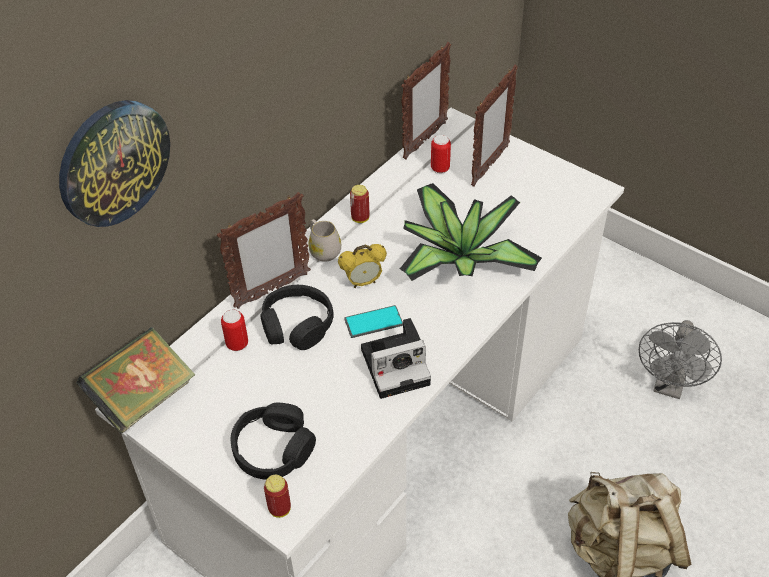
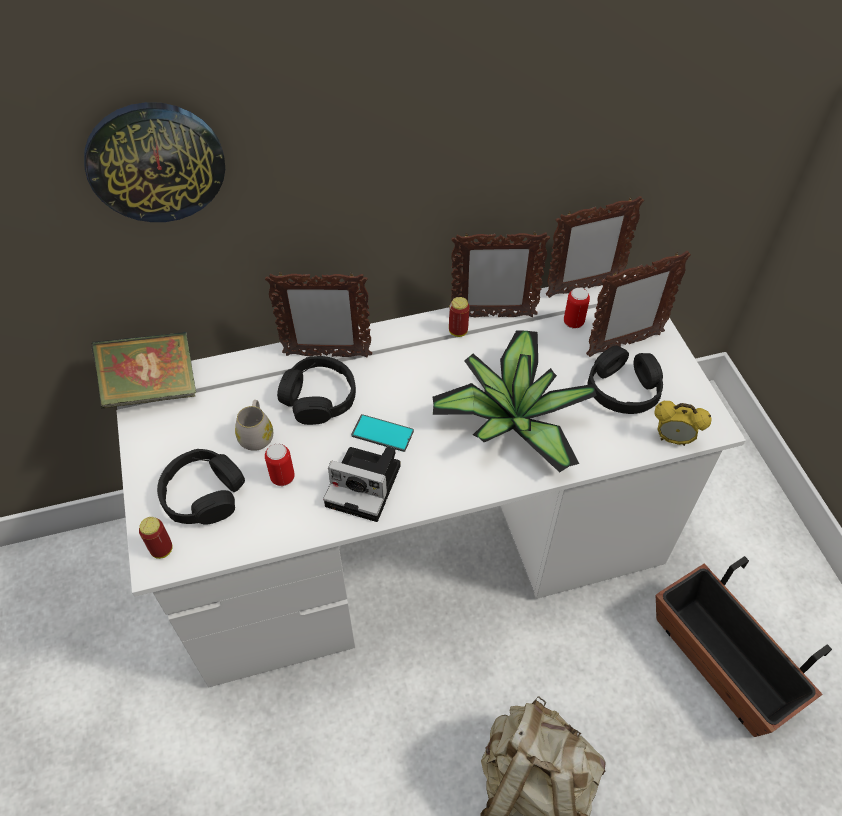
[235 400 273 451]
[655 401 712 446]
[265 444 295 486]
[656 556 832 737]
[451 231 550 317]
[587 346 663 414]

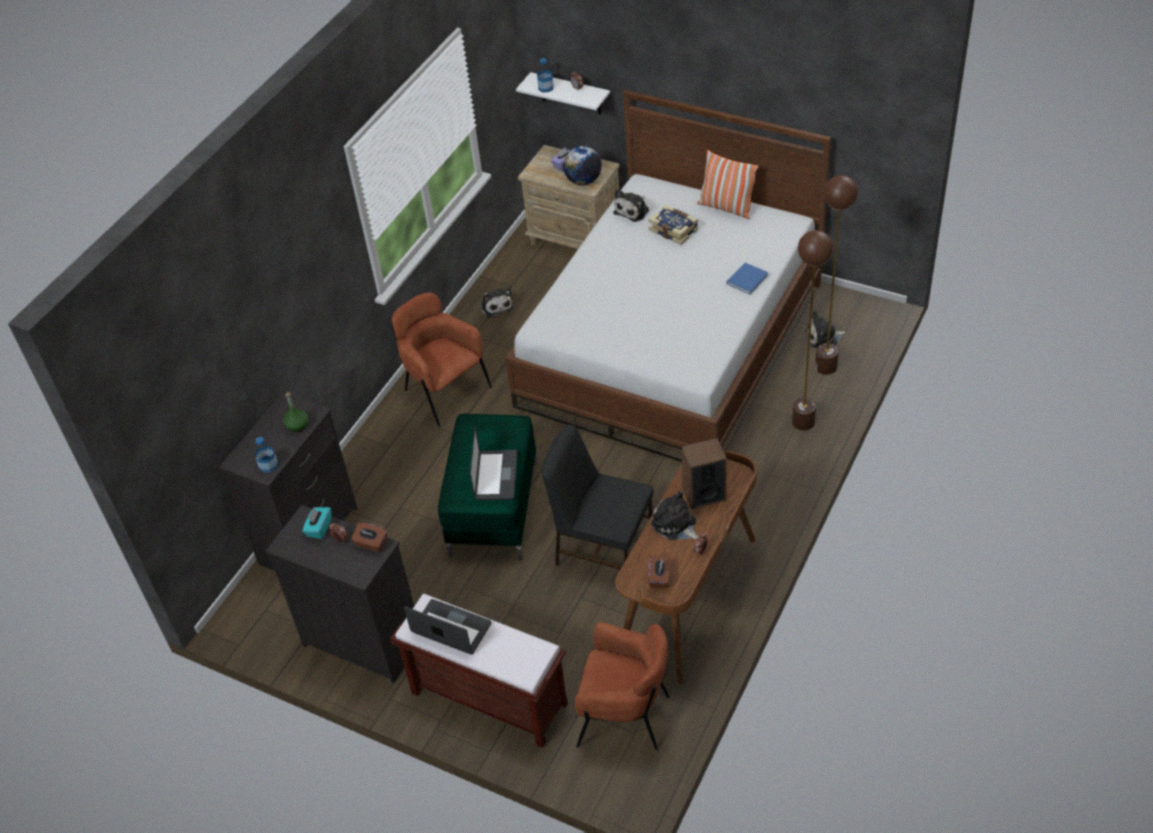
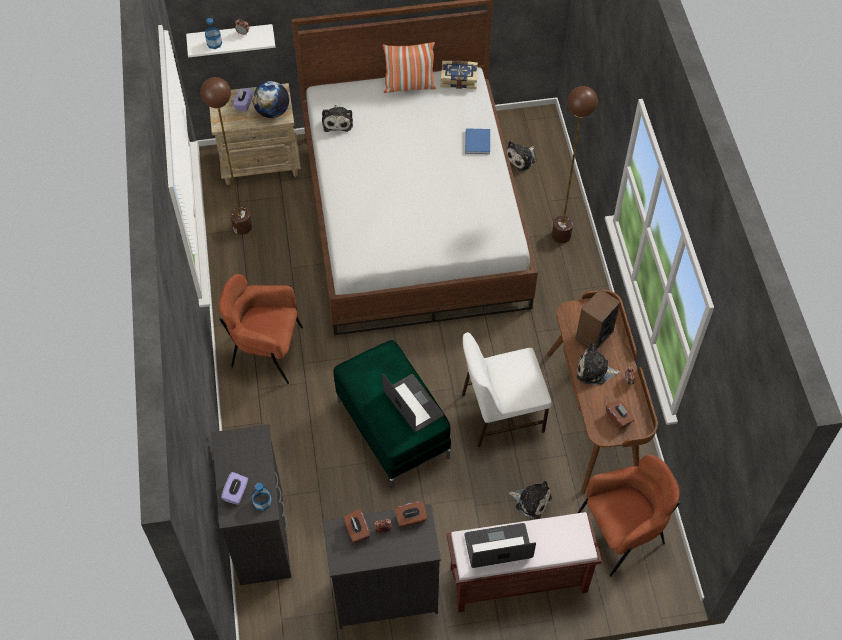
[200 77 252 235]
[441 61 478 89]
[508 481 552 519]
[284 392 308 432] (first image)
[462 332 552 447]
[344 509 370 543]
[221 472 248 505]

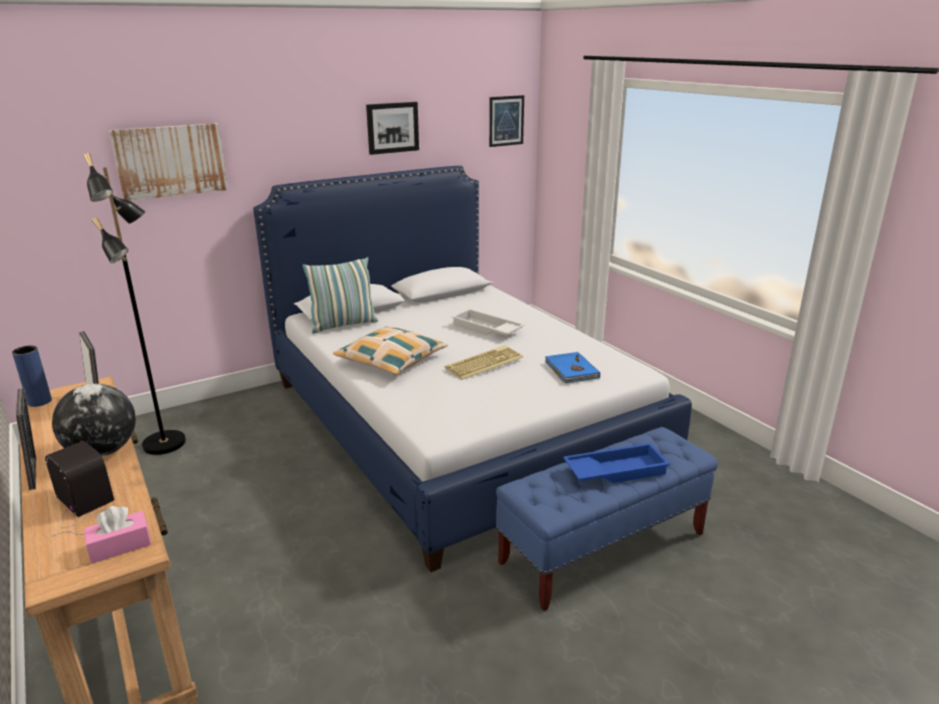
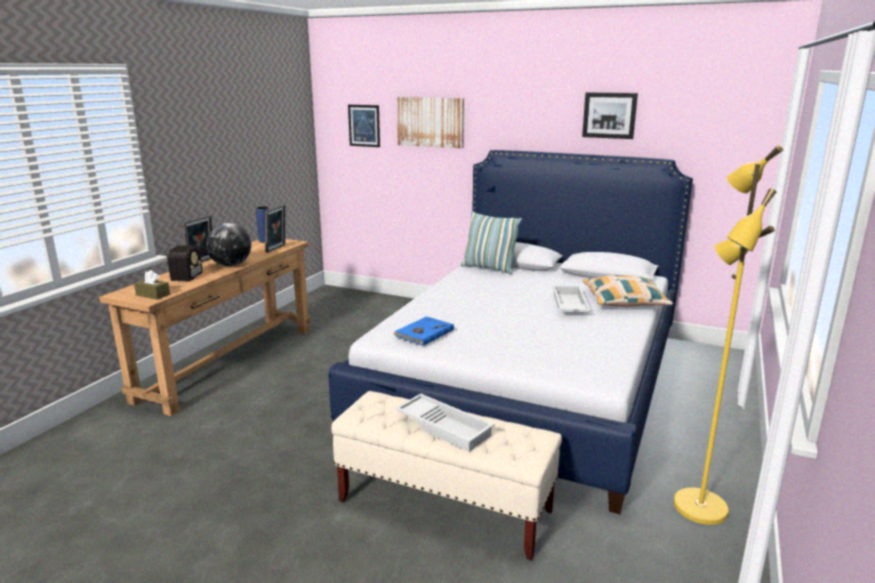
[348 105 380 147]
[84 153 186 455] (first image)
[583 275 673 307]
[445 345 523 380] (first image)
[393 316 454 346]
[331 391 562 560]
[395 394 494 452]
[134 270 170 300]
[674 145 783 525]

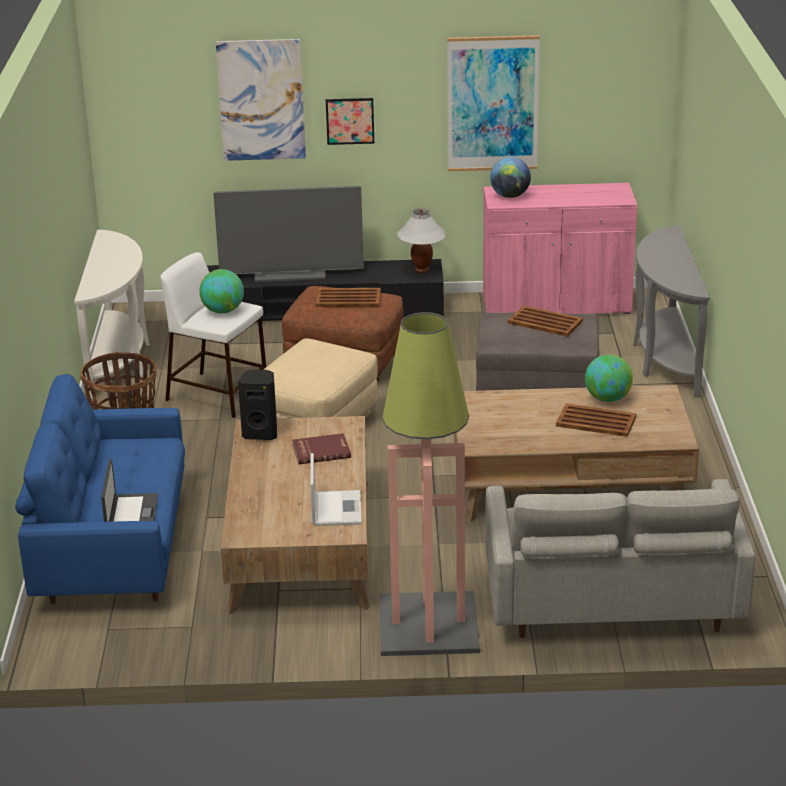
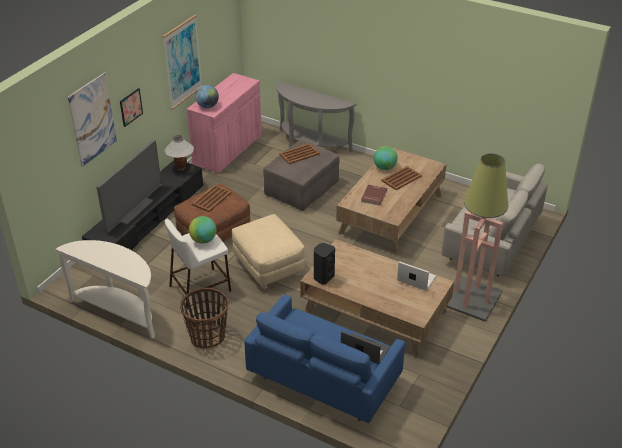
[361 185 387 206]

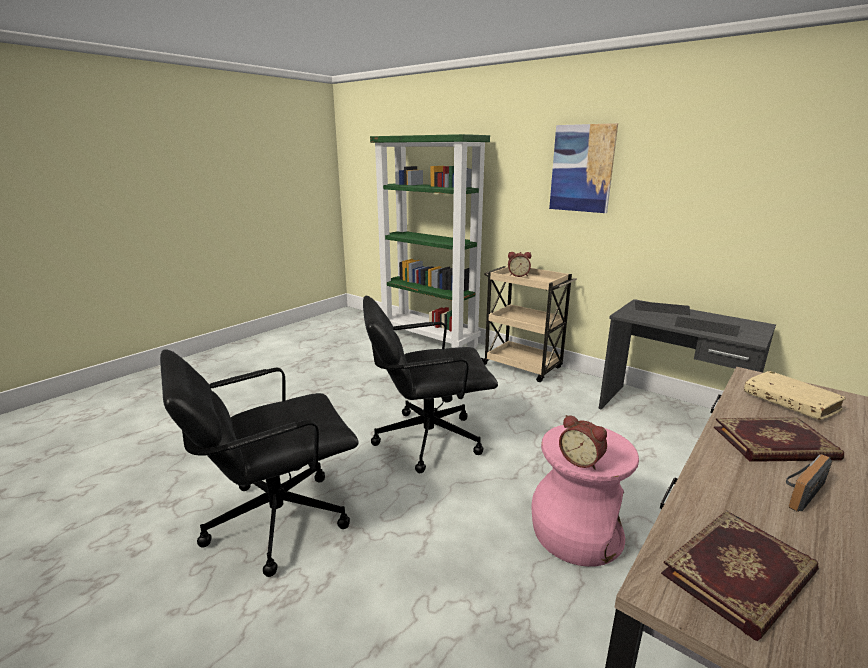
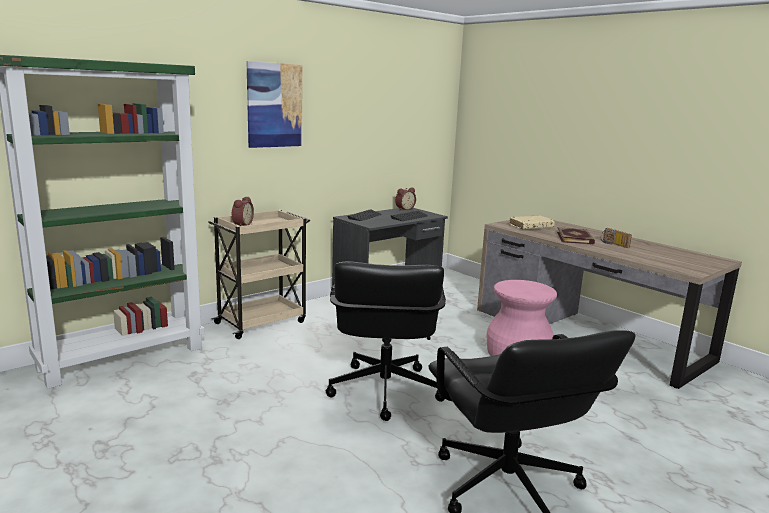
[395 188 416 210]
[661 510 819 641] (first image)

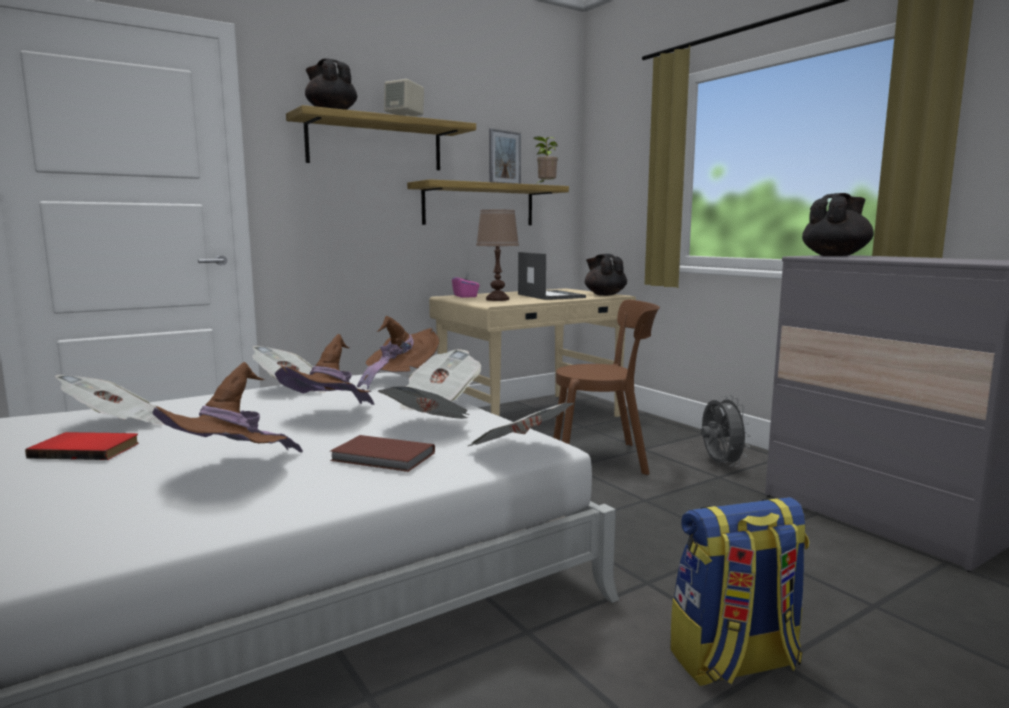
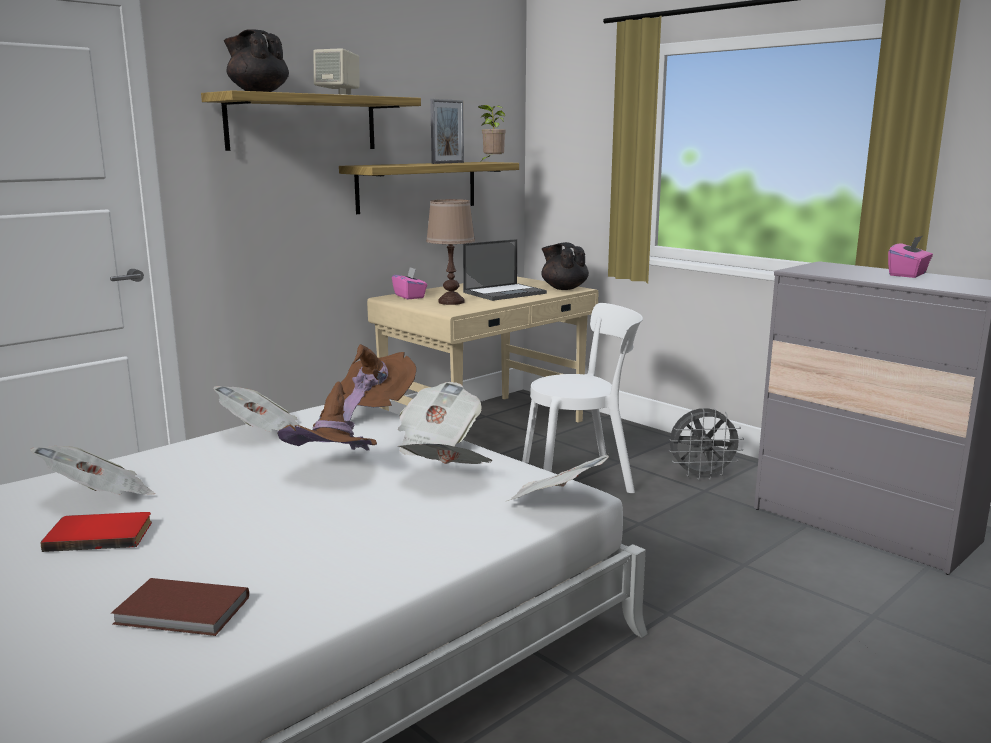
[802 193 874 256] (first image)
[463 239 547 301]
[522 303 643 494]
[152 362 303 453] (first image)
[669 408 744 480]
[111 578 249 636]
[670 497 809 686] (first image)
[888 236 933 278]

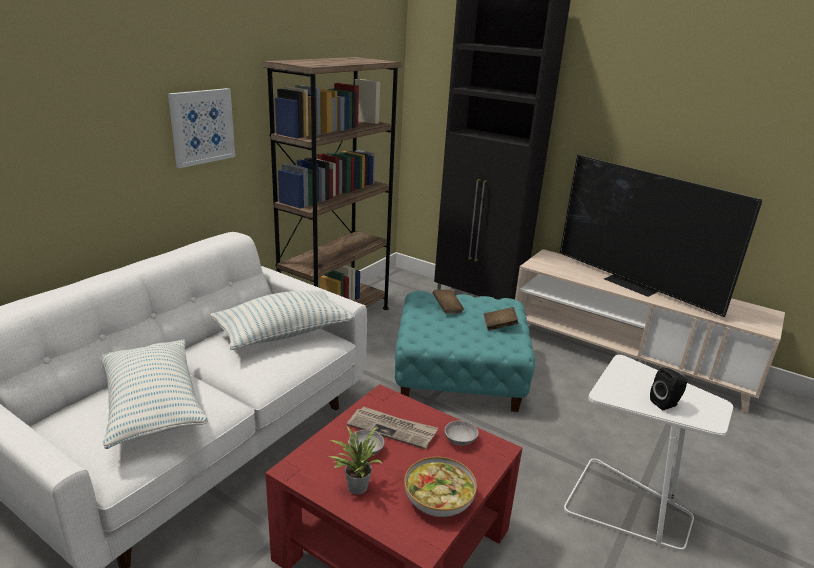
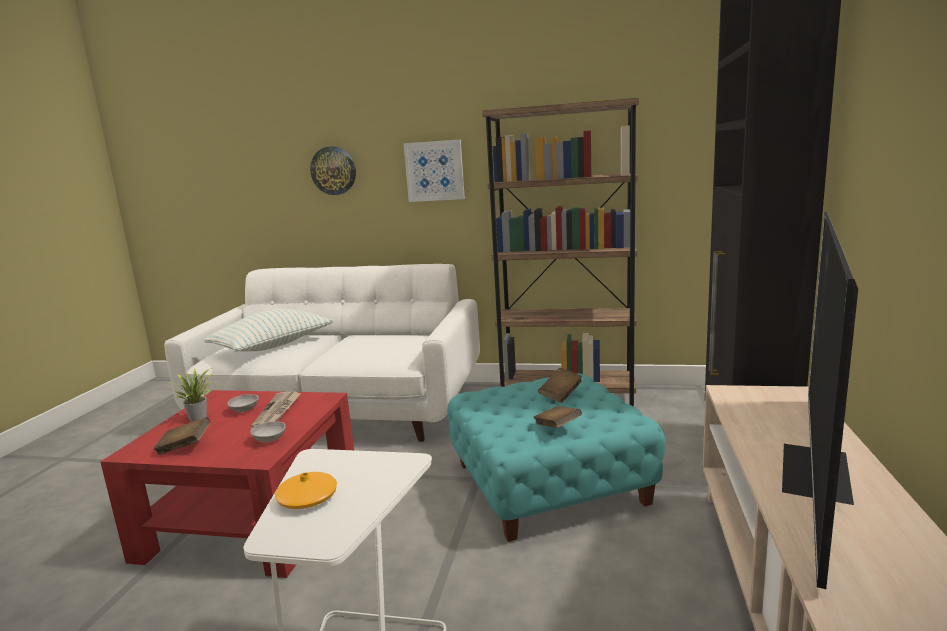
[210 290 355 350] (first image)
[275 472 337 509]
[153 417 210 455]
[310 146 356 195]

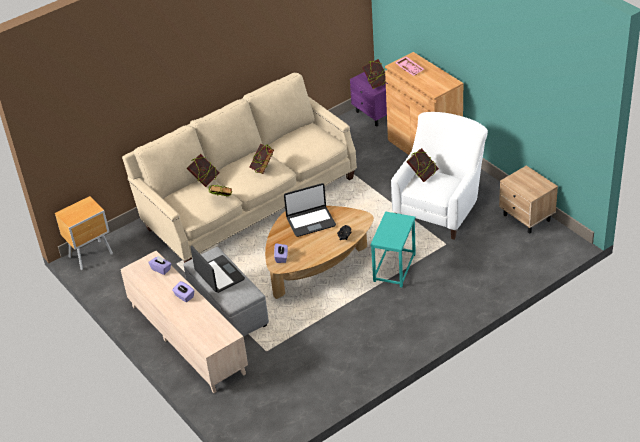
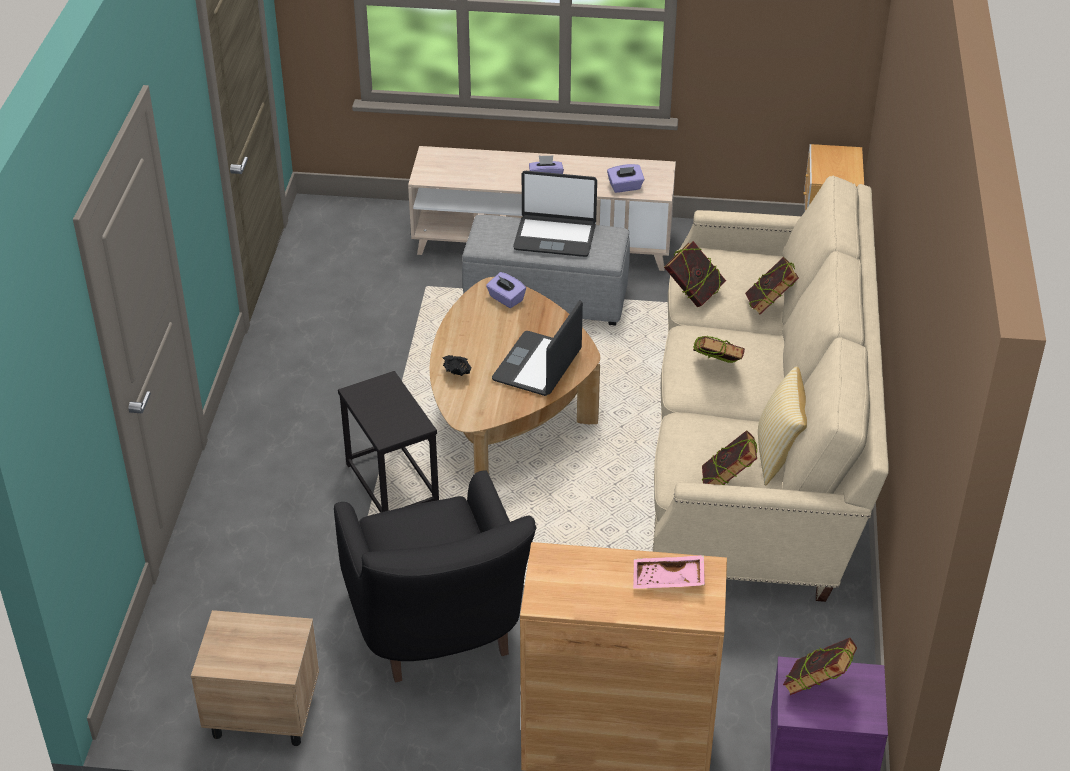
[334 470 537 683]
[702 430 758 485]
[338 371 439 513]
[758 367 807 485]

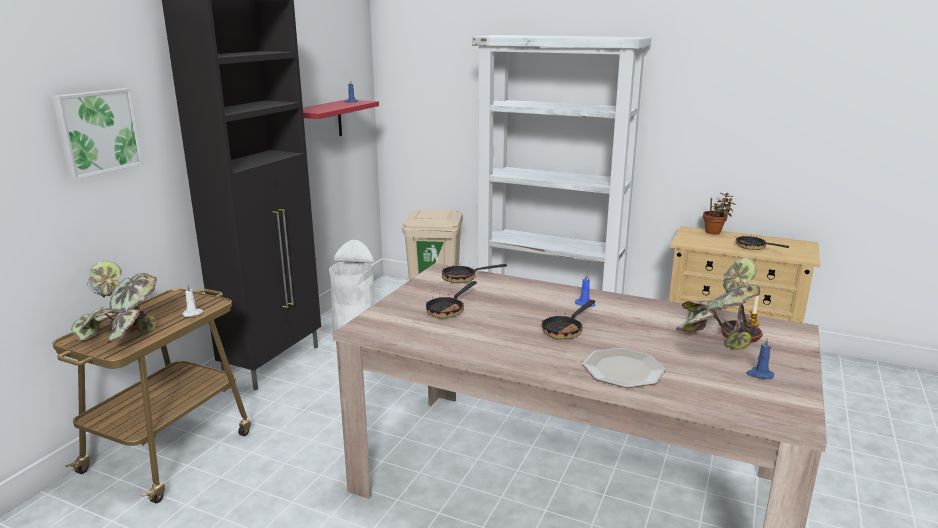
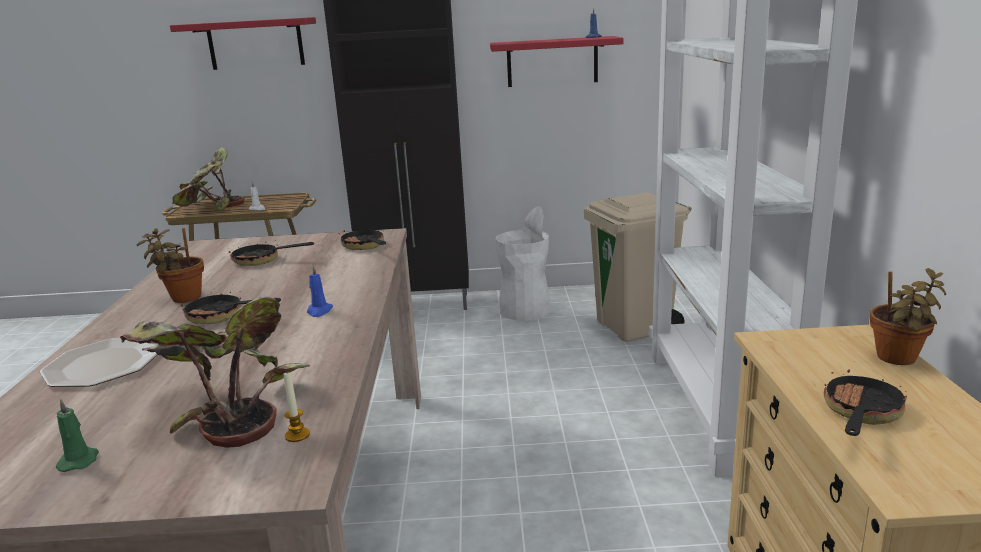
[170 17 316 70]
[56 398 99 472]
[137 228 204 303]

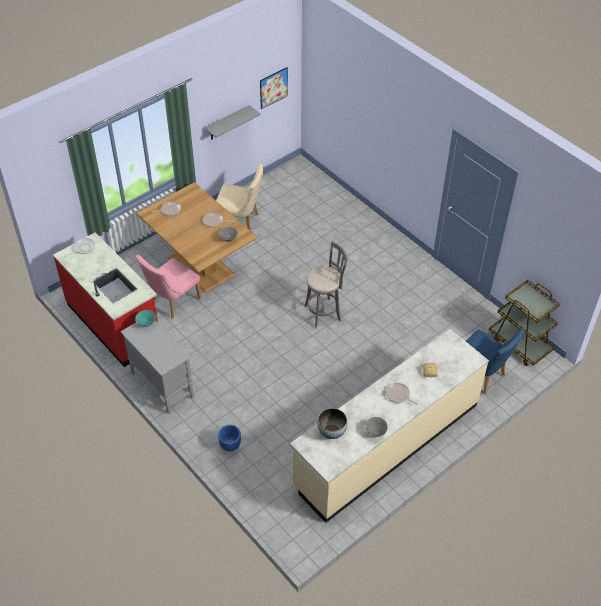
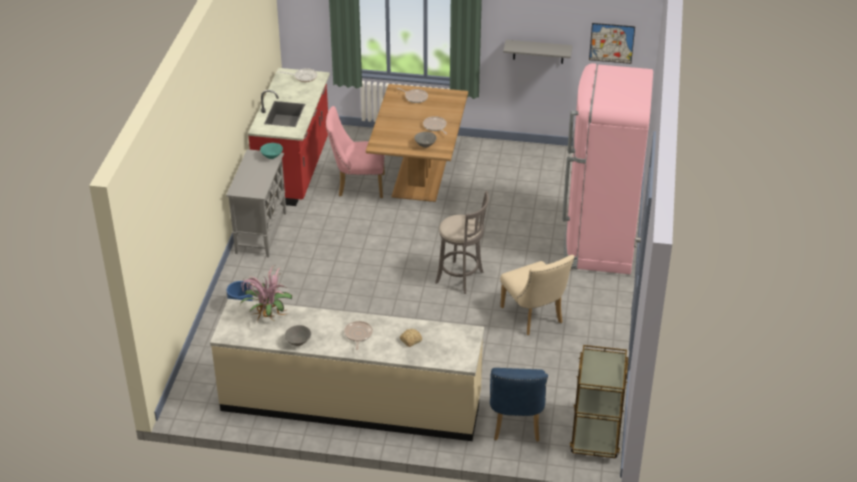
[500 255 574 335]
[240 266 292 321]
[562 63 653 274]

